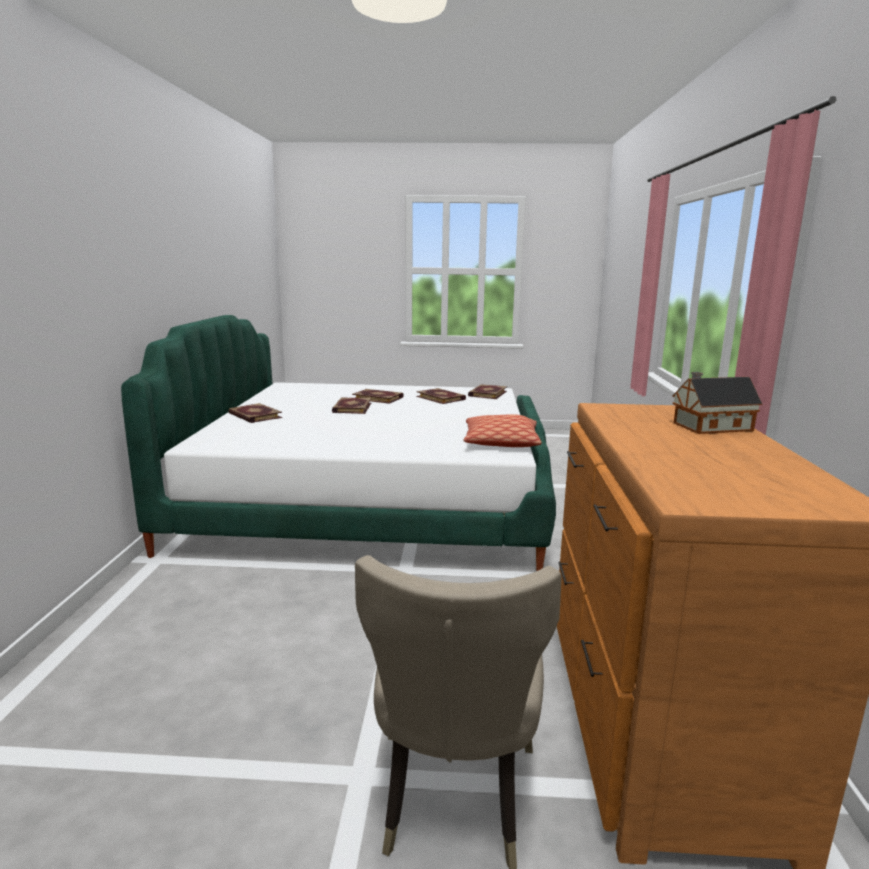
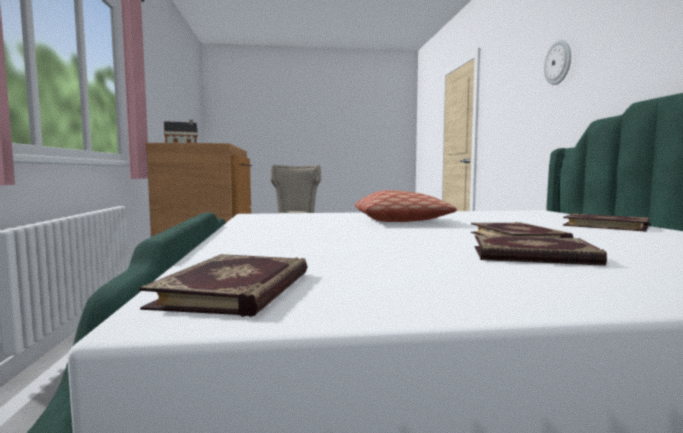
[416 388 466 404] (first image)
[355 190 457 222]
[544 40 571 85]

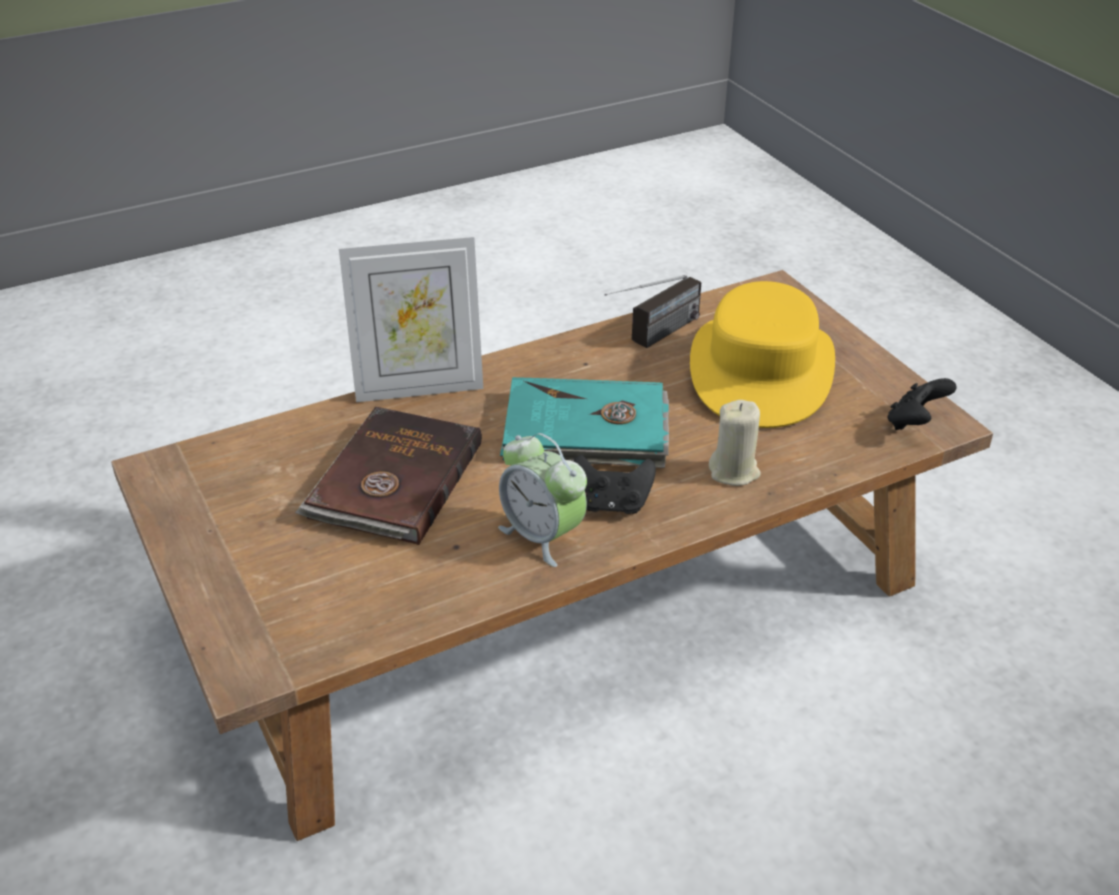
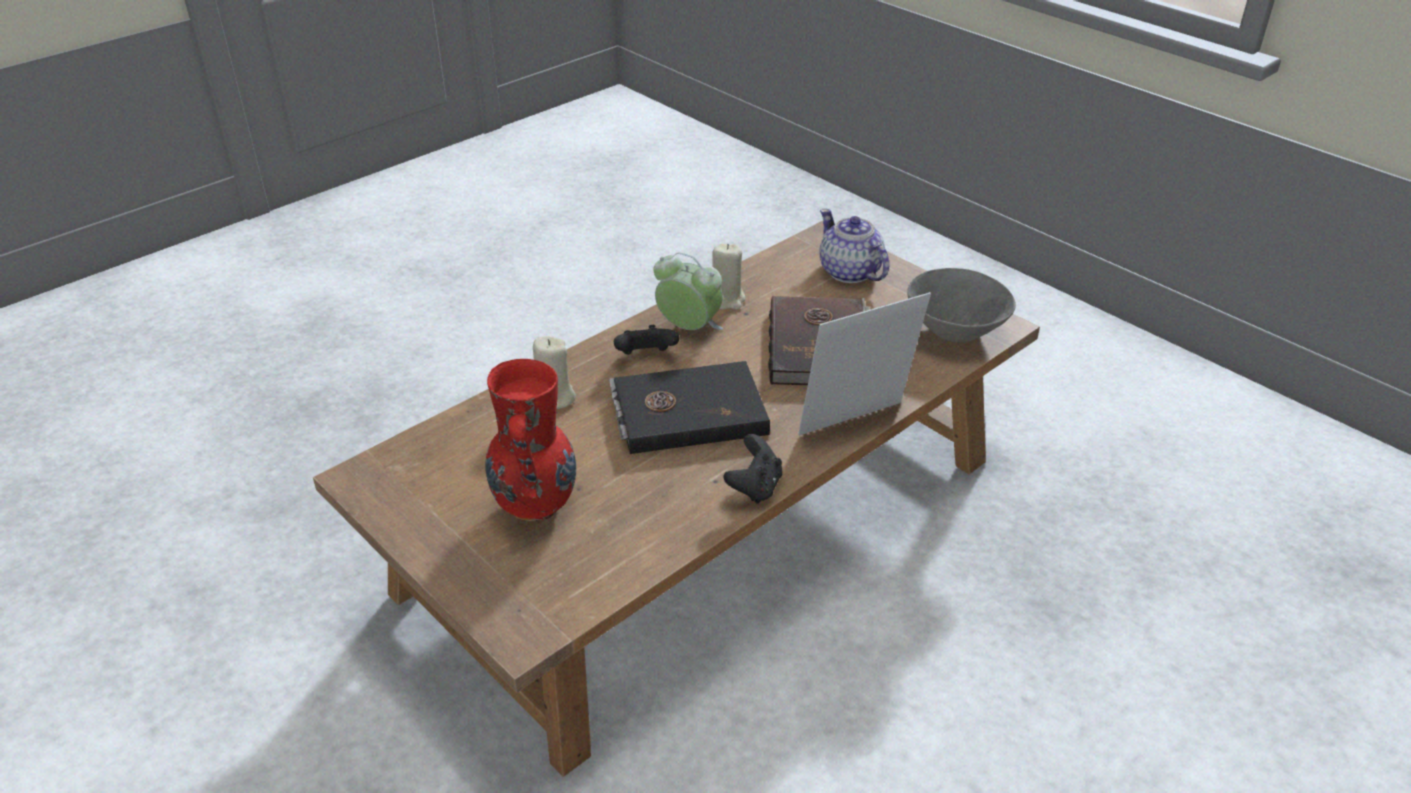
[604 275 701 348] (first image)
[485 359 576 521]
[609 361 770 454]
[723 434 782 504]
[819 209 889 283]
[712 244 746 310]
[907 268 1016 343]

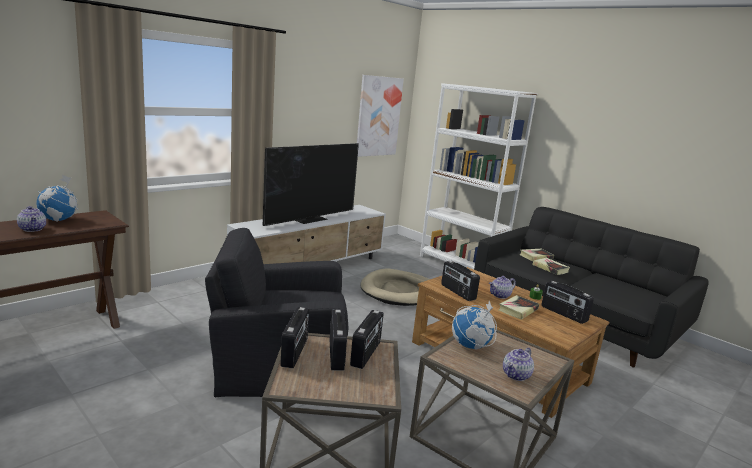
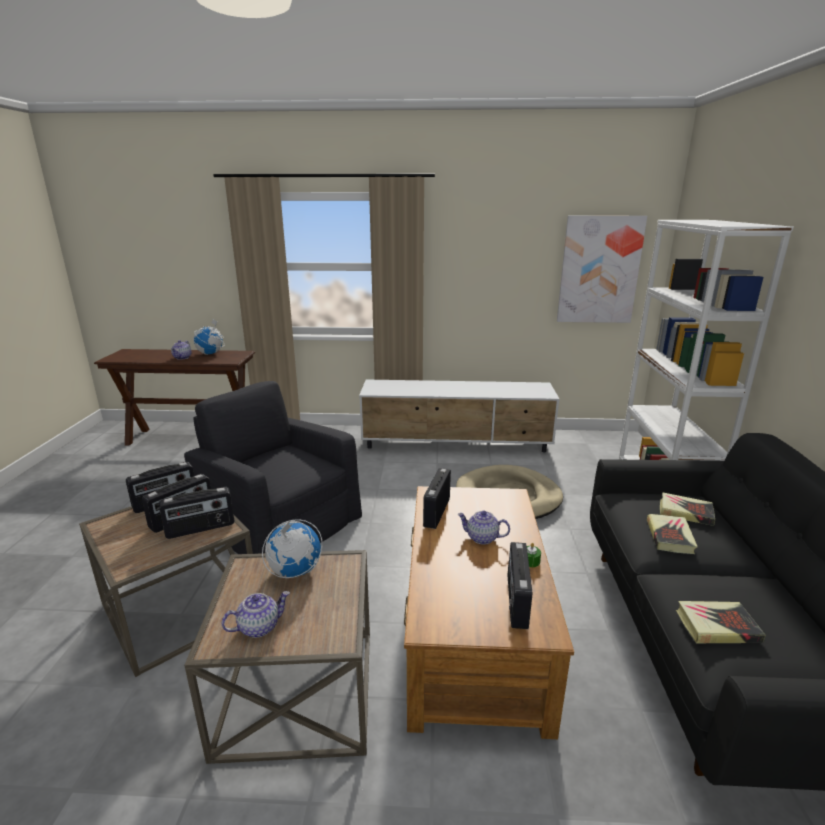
[263 143 359 226] (first image)
[676 601 766 643]
[222 591 290 638]

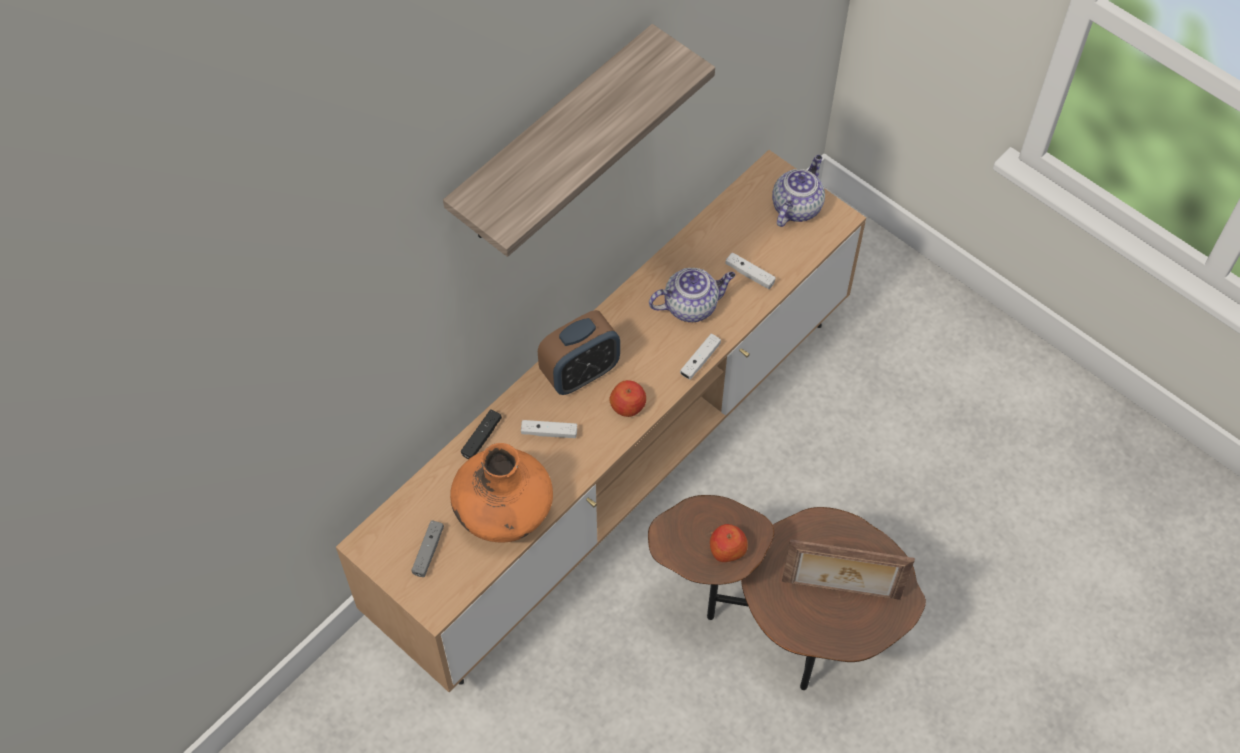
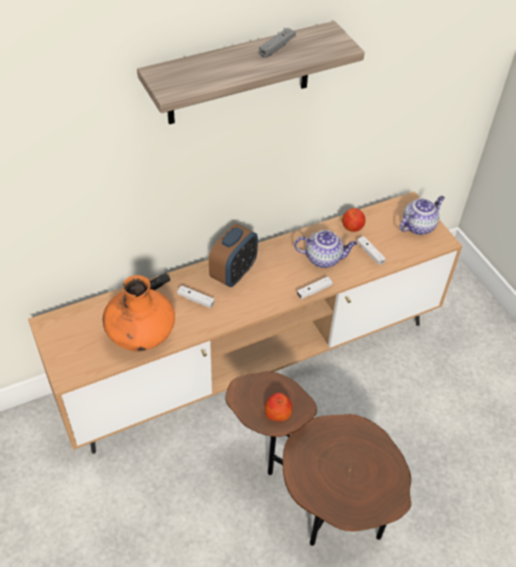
[209 224 258 287]
[342 208 366 232]
[259 28 295 58]
[782 539 915 600] (first image)

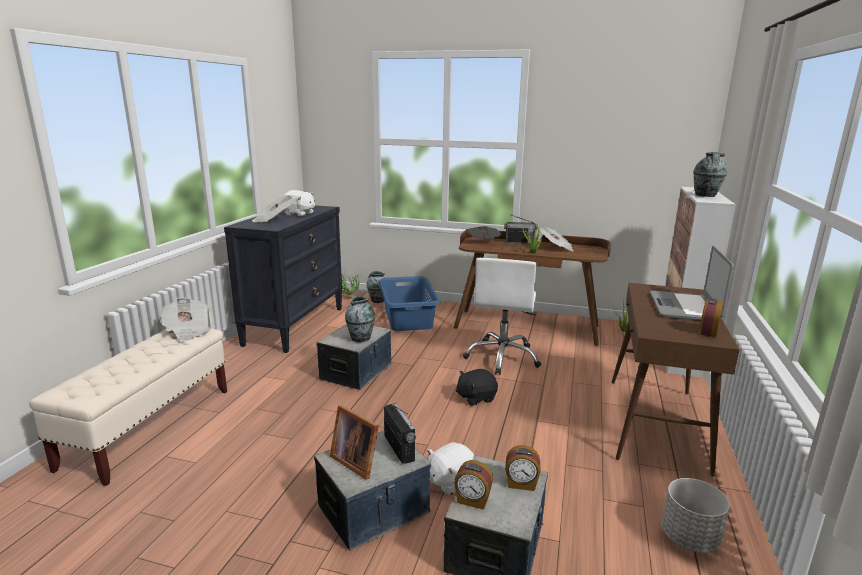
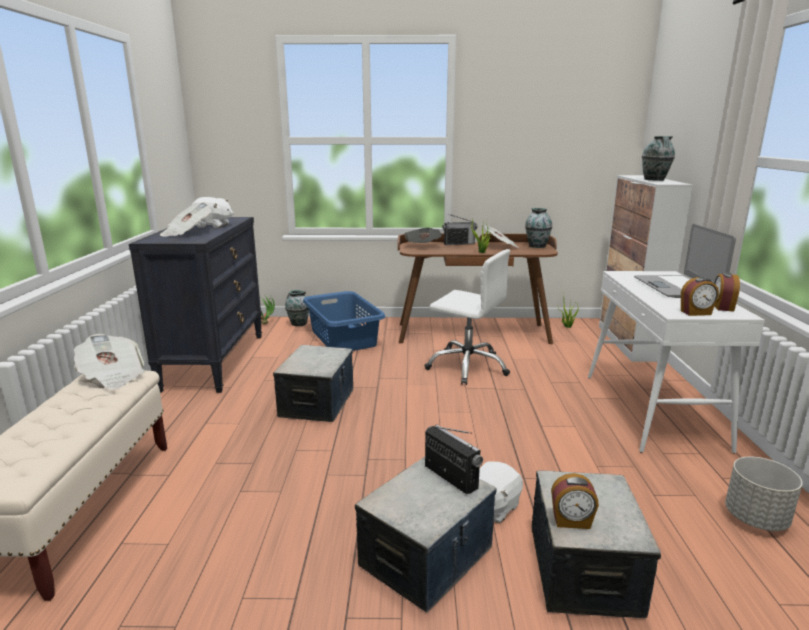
[424 249 510 385]
[588 271 765 454]
[525 208 552 248]
[456 369 498 406] (first image)
[330 405 379 480] (first image)
[681 277 719 316]

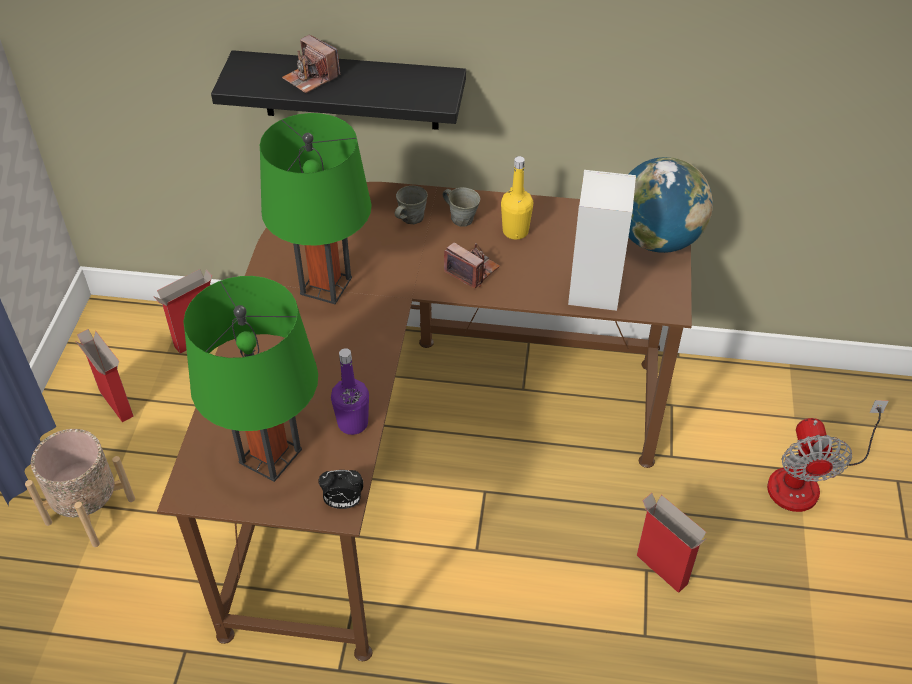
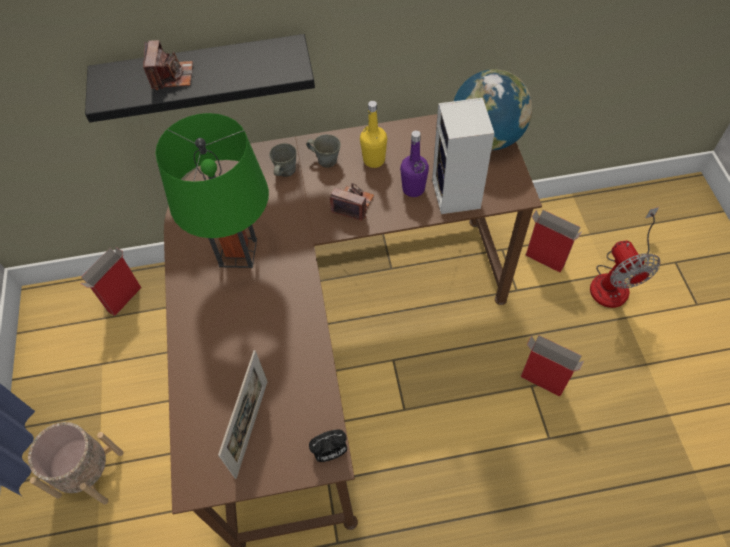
[143 40 193 90]
[218 350 268 479]
[525 210 582 272]
[400 130 429 197]

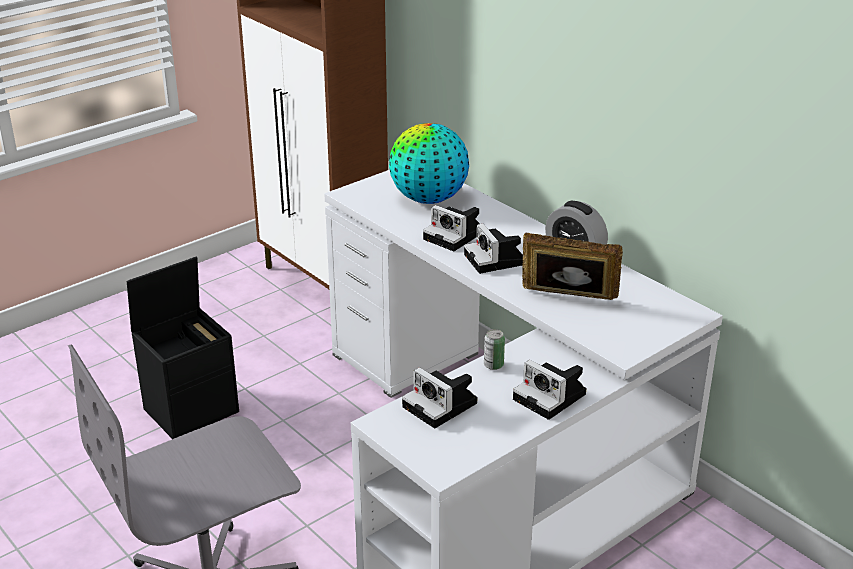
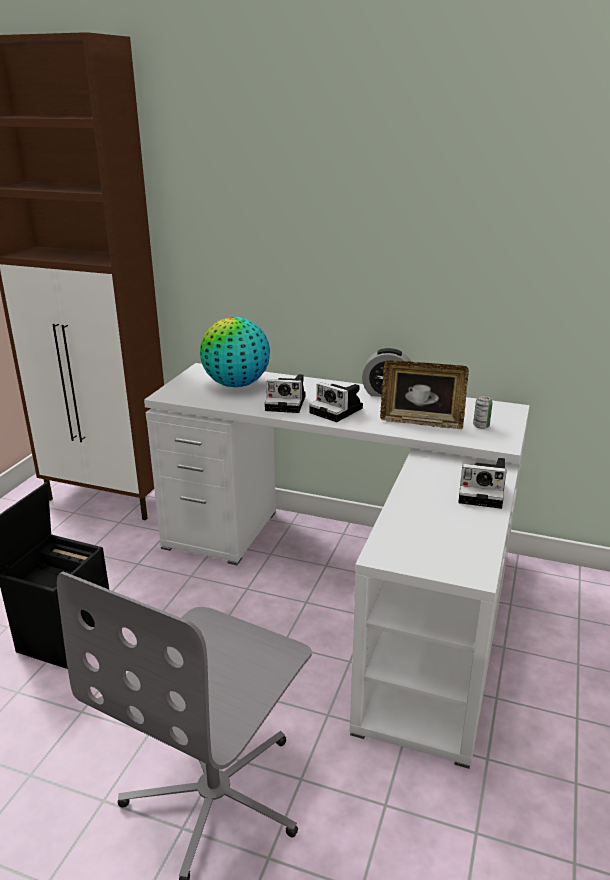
[380 360 469 429]
[473 395 493 429]
[402 367 477 428] (first image)

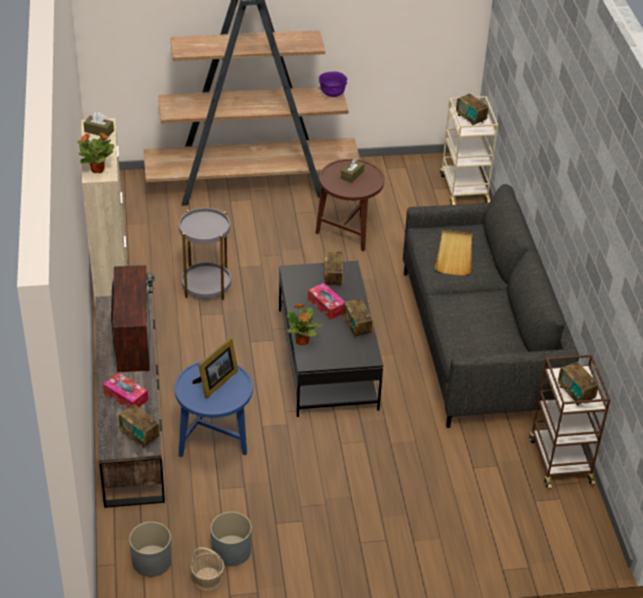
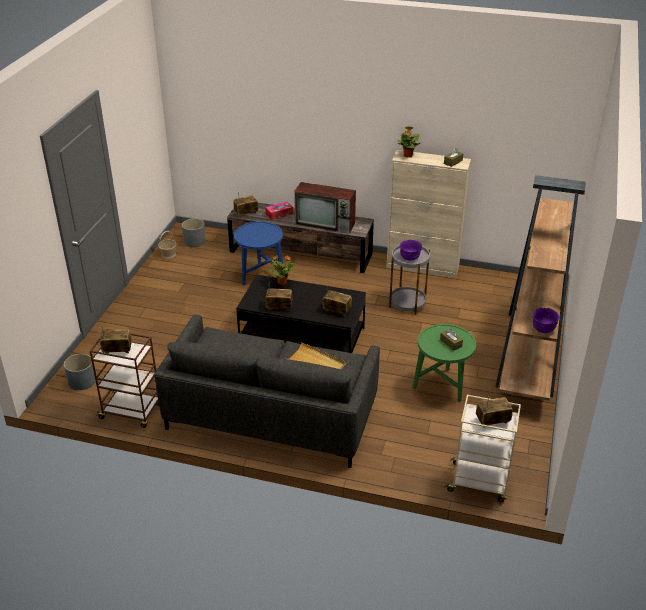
[413 324 476 402]
[308 283 345 320] (first image)
[193 338 238 399] (first image)
[64 354 95 390]
[400 240 422 261]

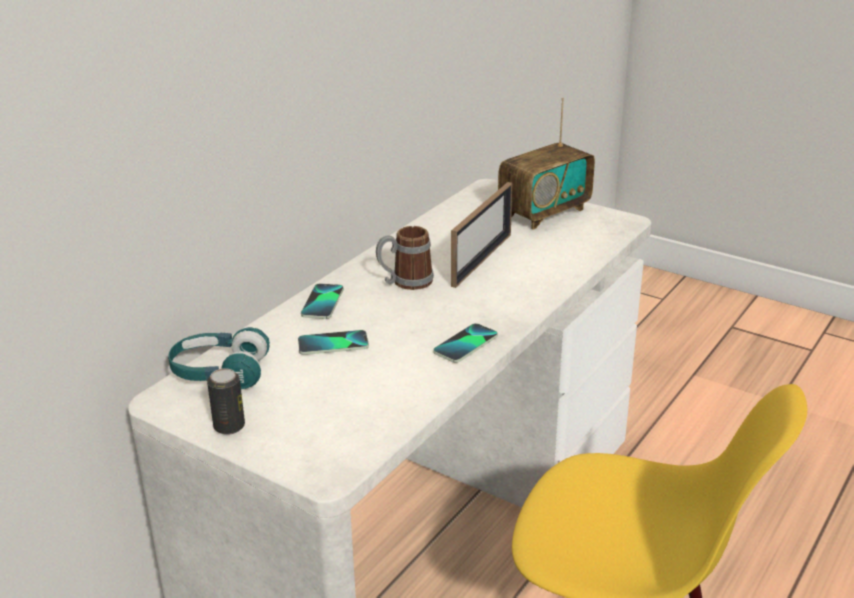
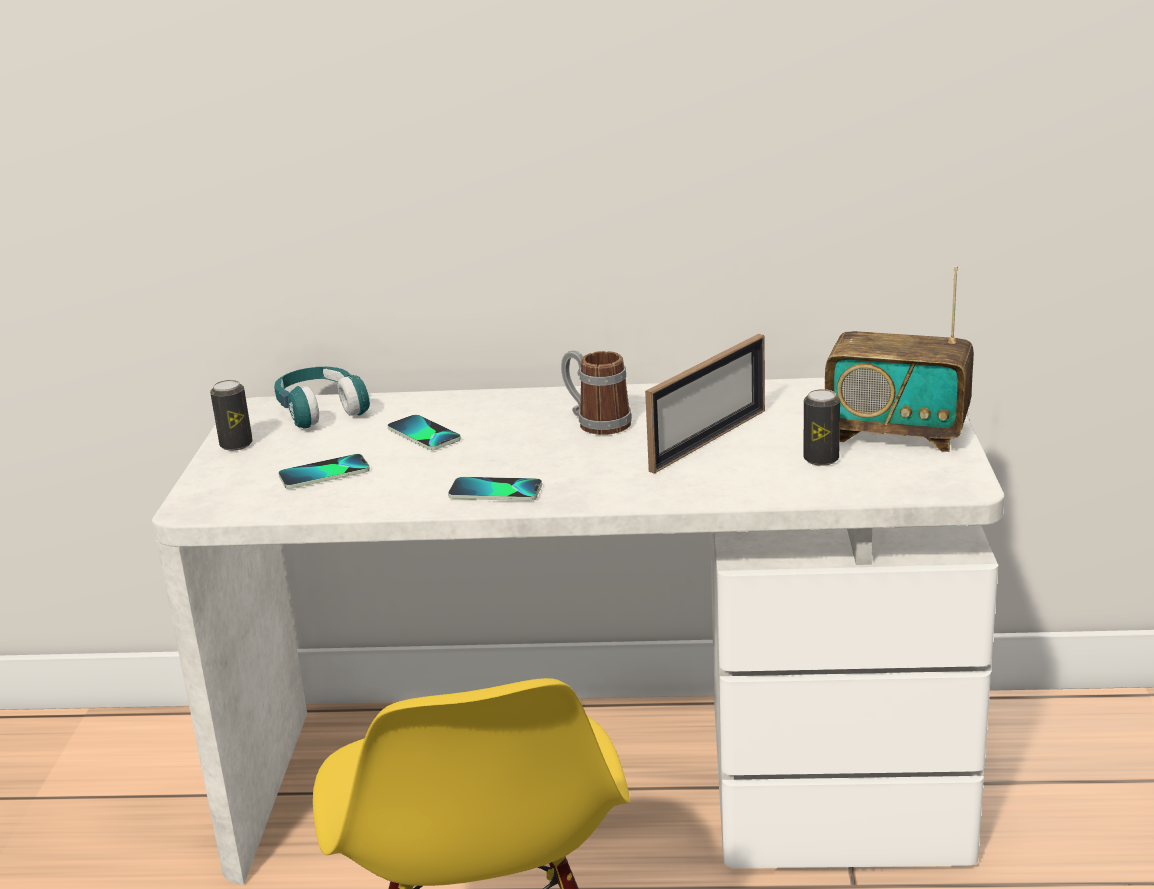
[645 334 765 474]
[278 454 370 489]
[803 389 840 466]

